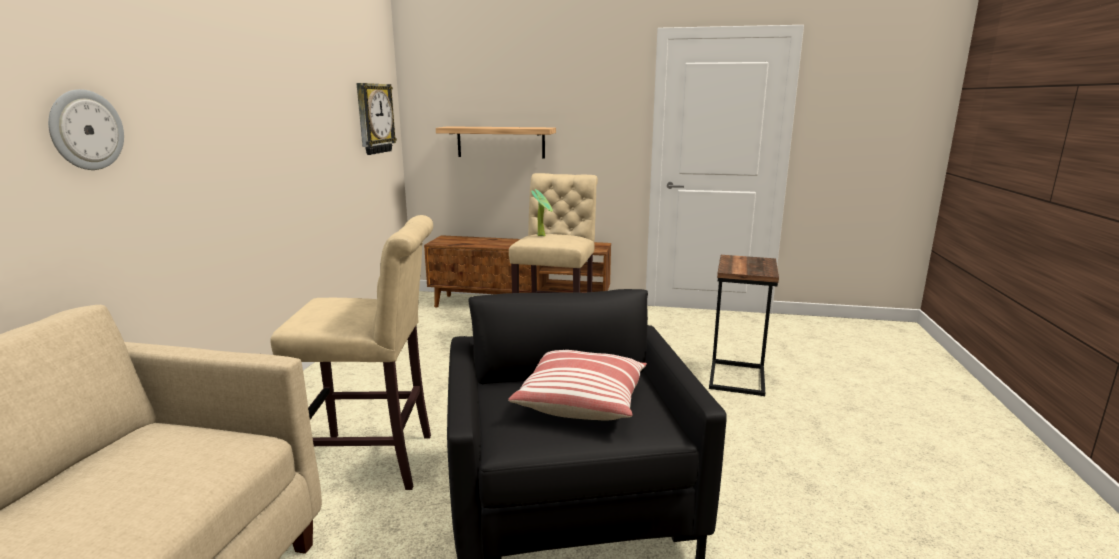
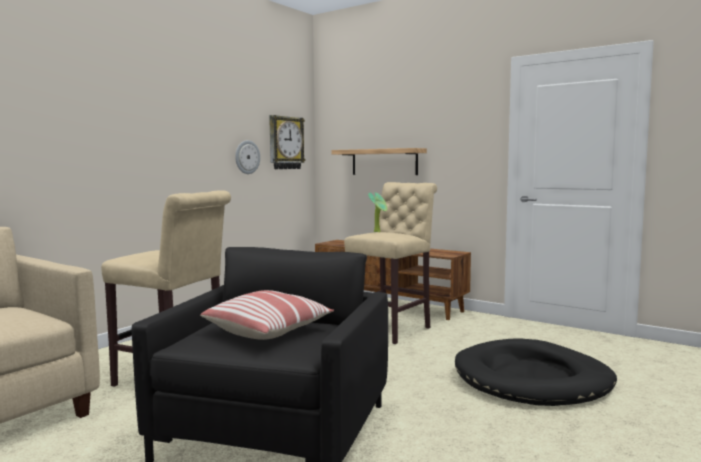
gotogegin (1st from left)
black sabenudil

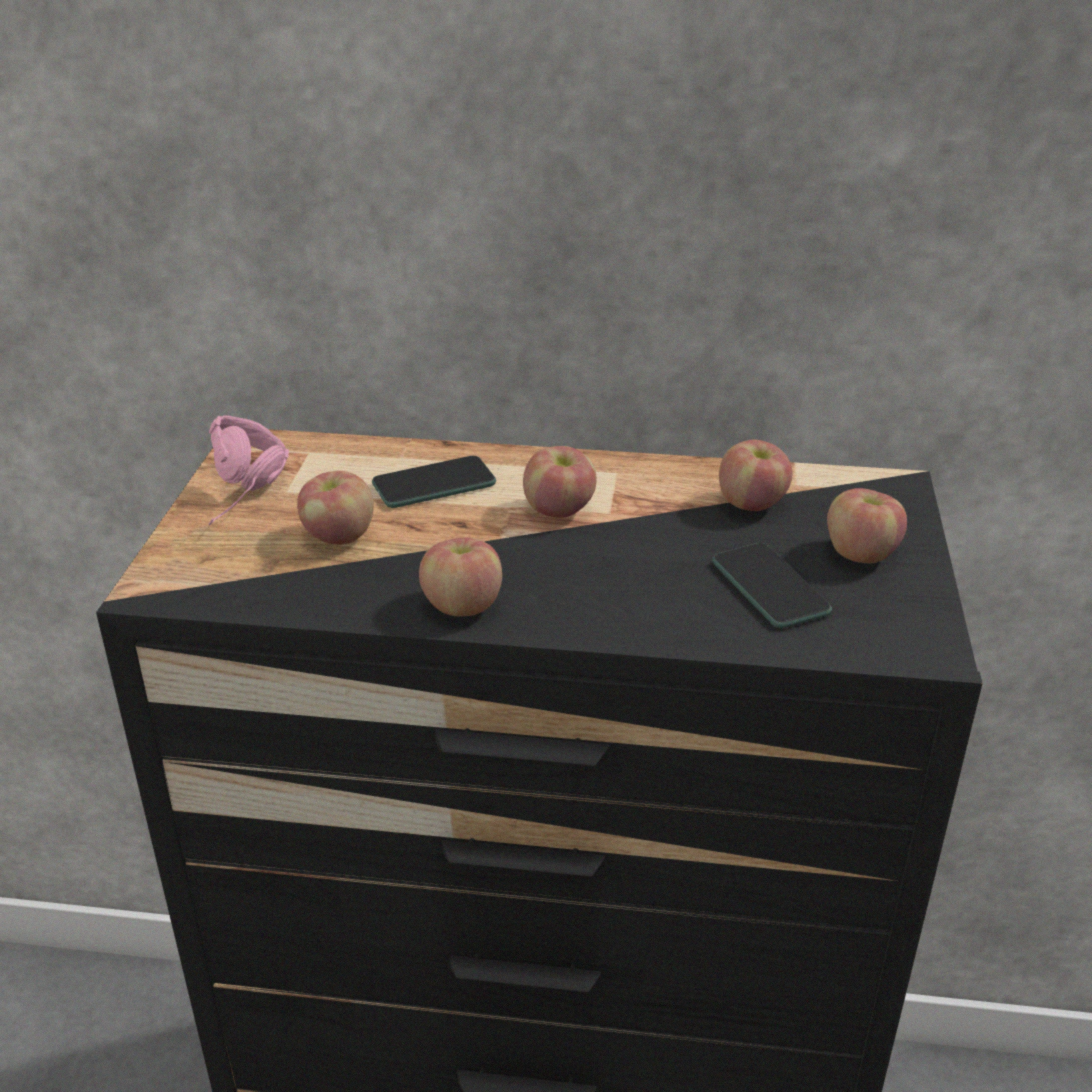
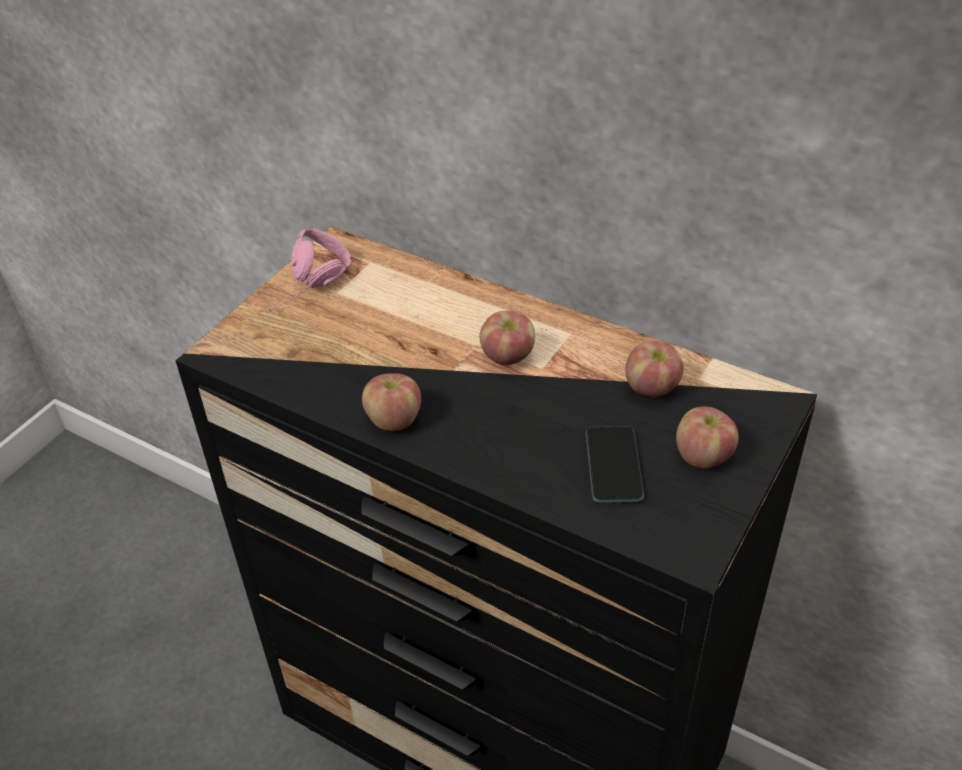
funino (1st from left in the first image)
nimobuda (1st from left in the first image)

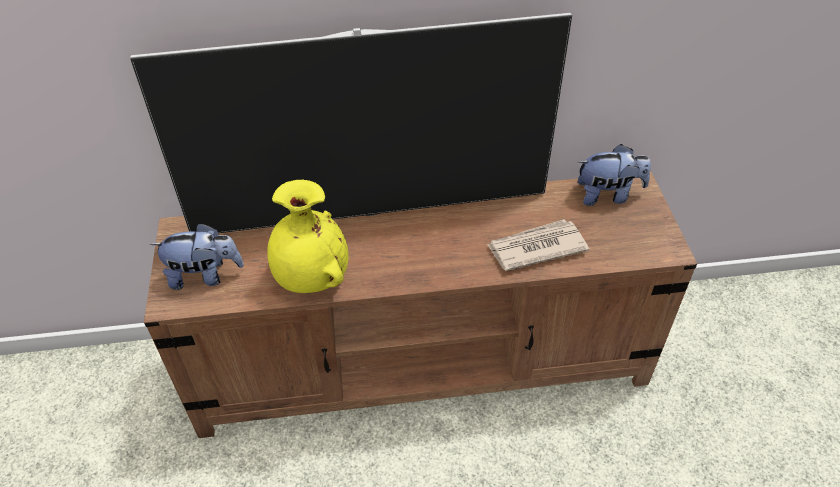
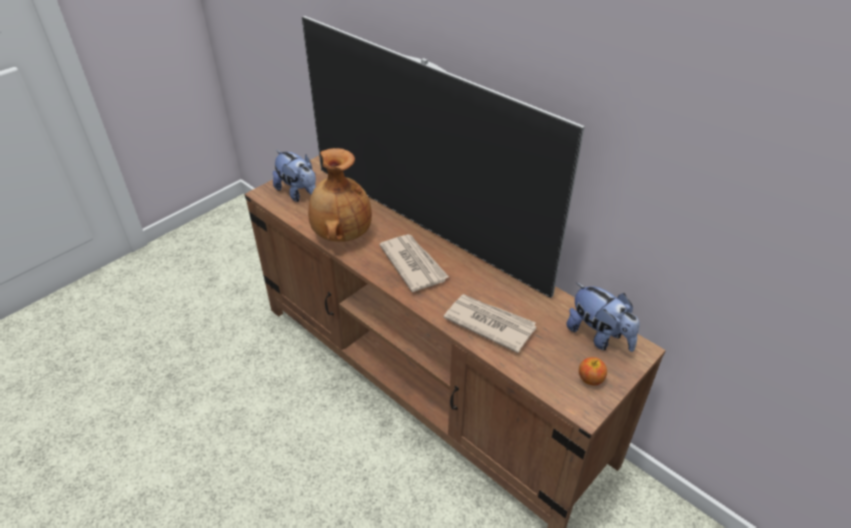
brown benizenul
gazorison (1st from left)
nimobuda

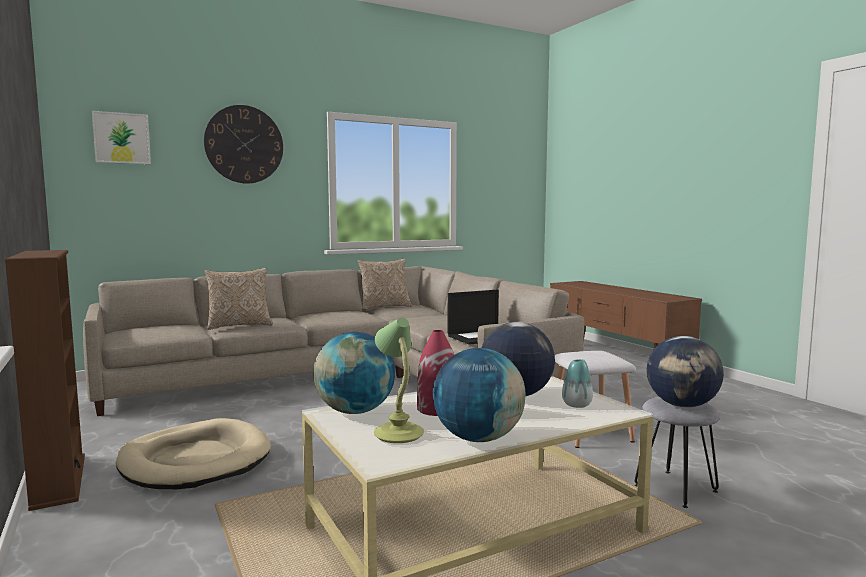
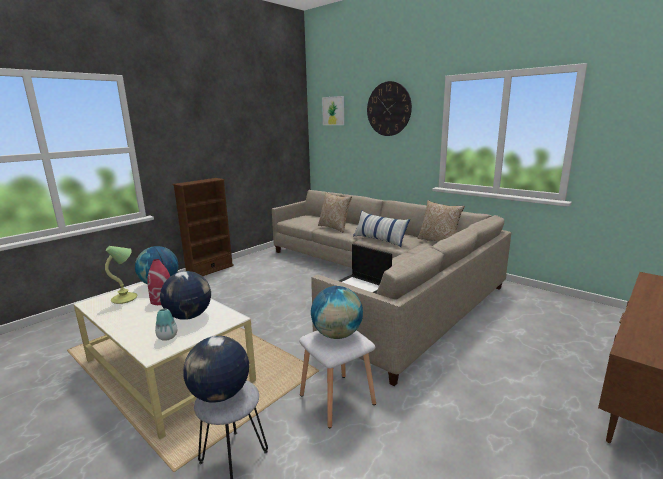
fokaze (4th from left)
beige sabenudil
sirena (2nd from left)

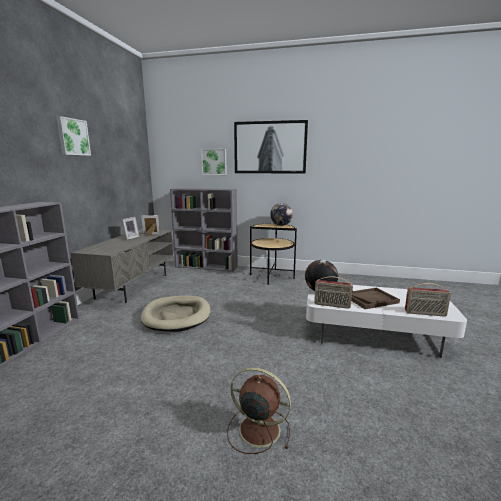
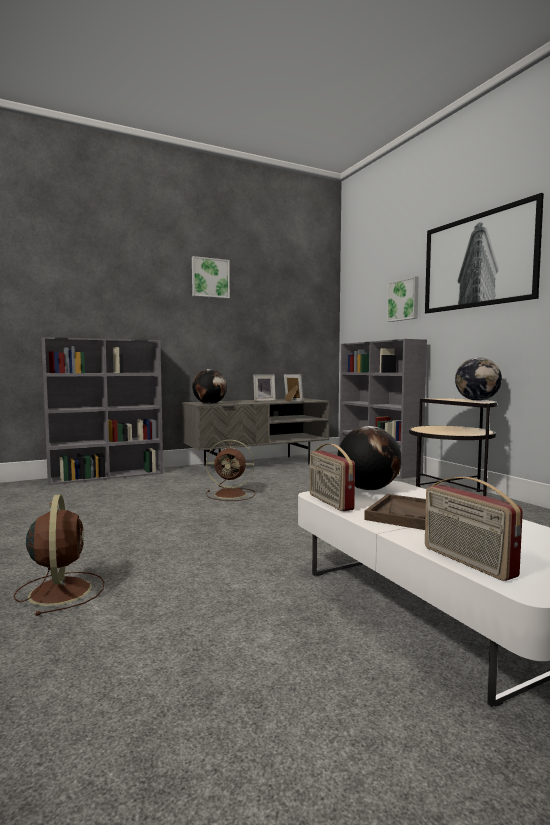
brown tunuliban (2nd from left)
fokaze (1st from left)

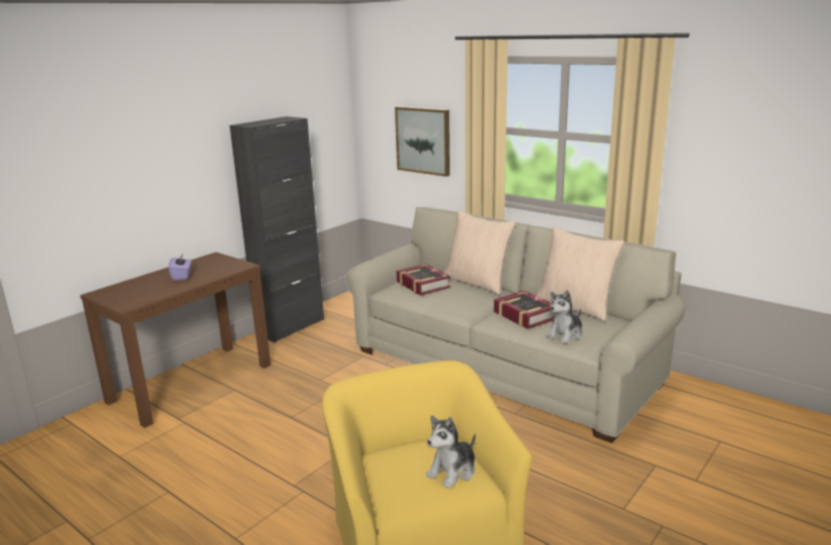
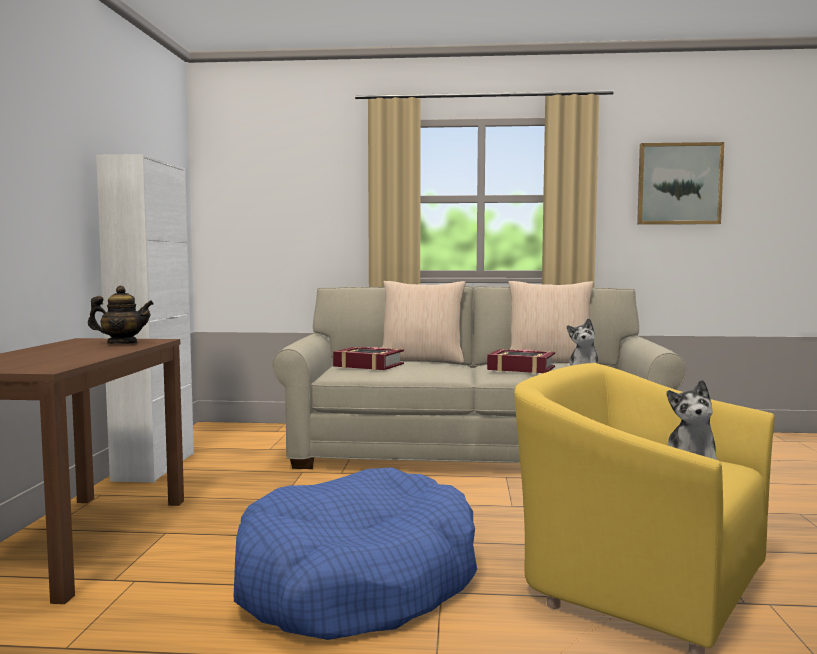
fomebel
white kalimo
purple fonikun
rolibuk
blue sabenudil

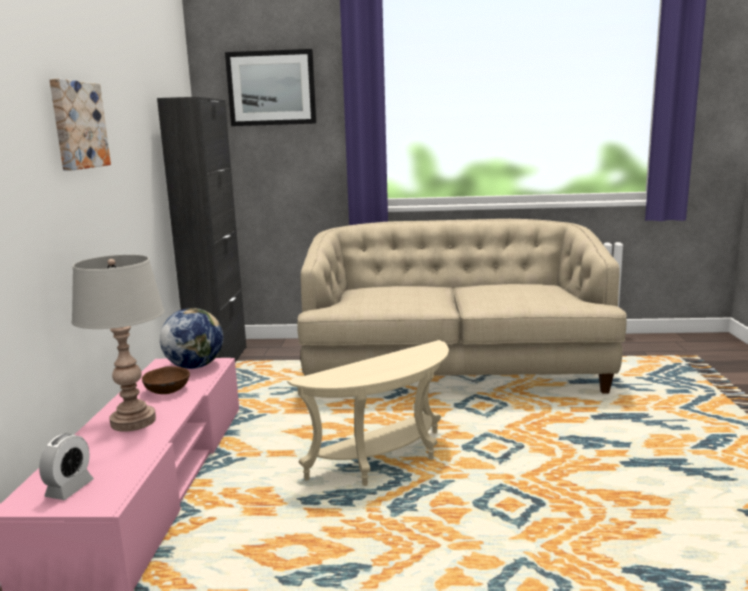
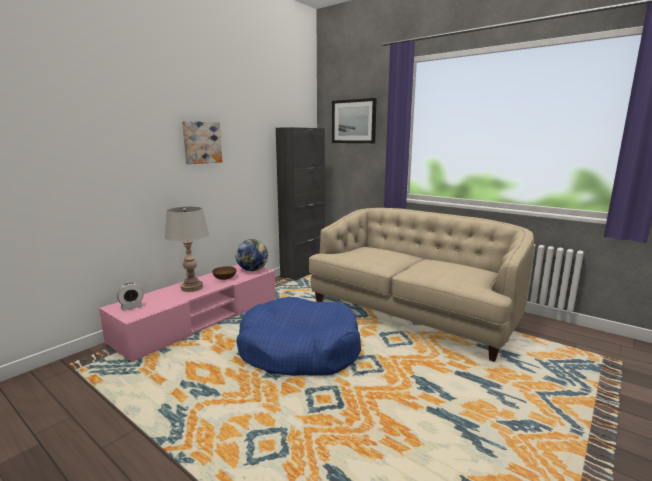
blue sabenudil

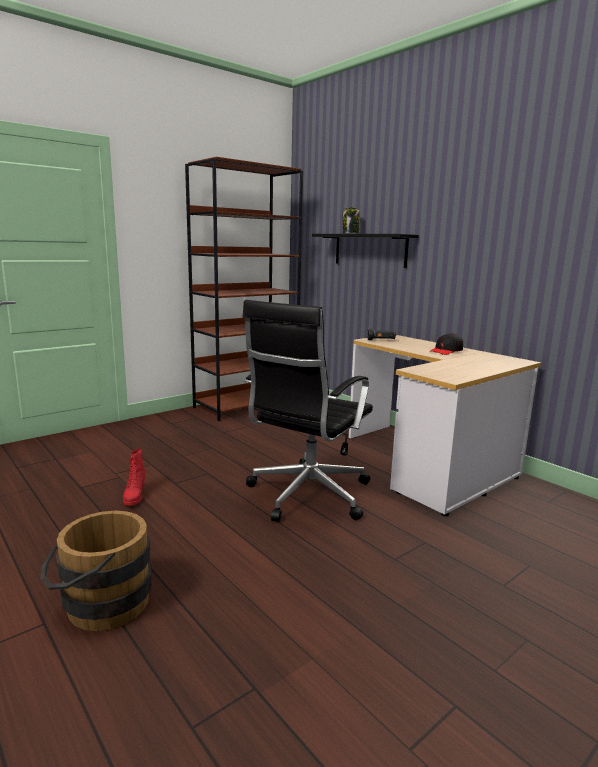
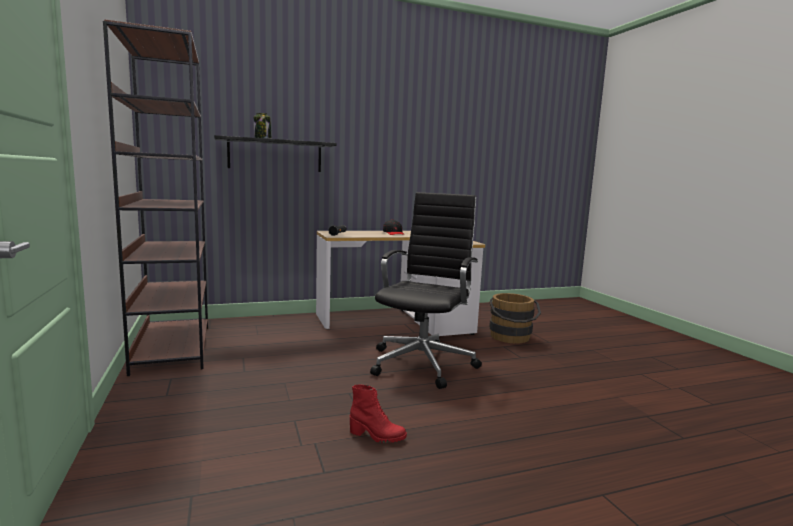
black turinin
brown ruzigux

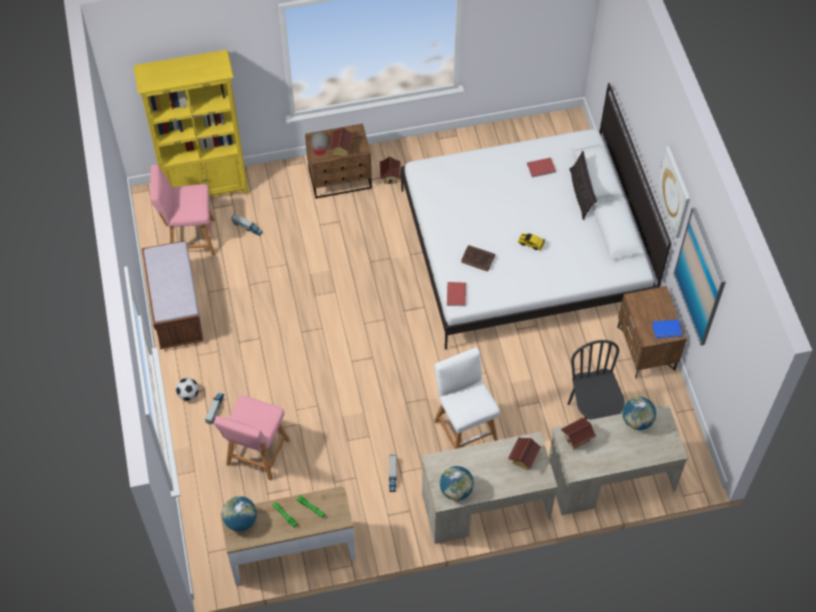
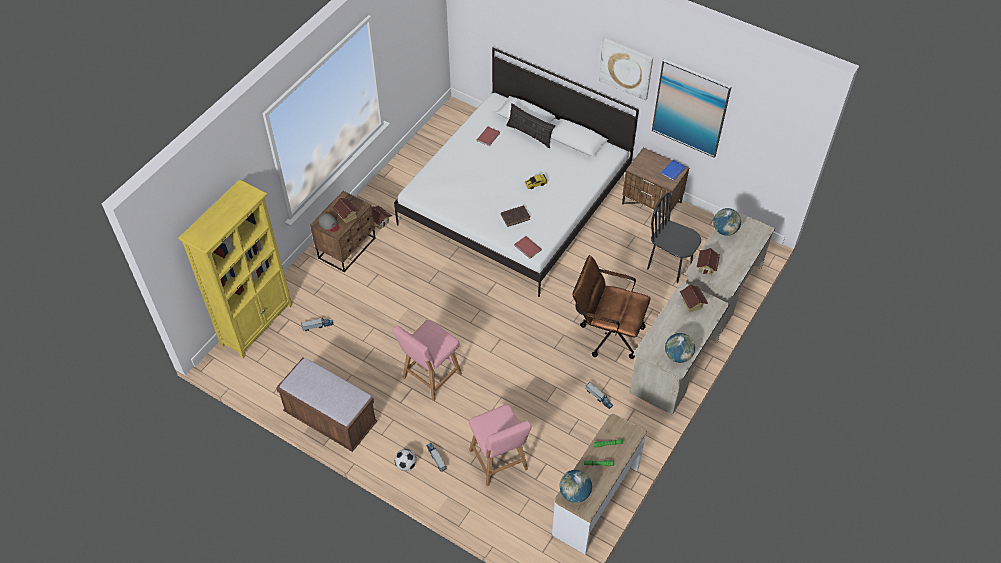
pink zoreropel (1st from left)
brown turinin

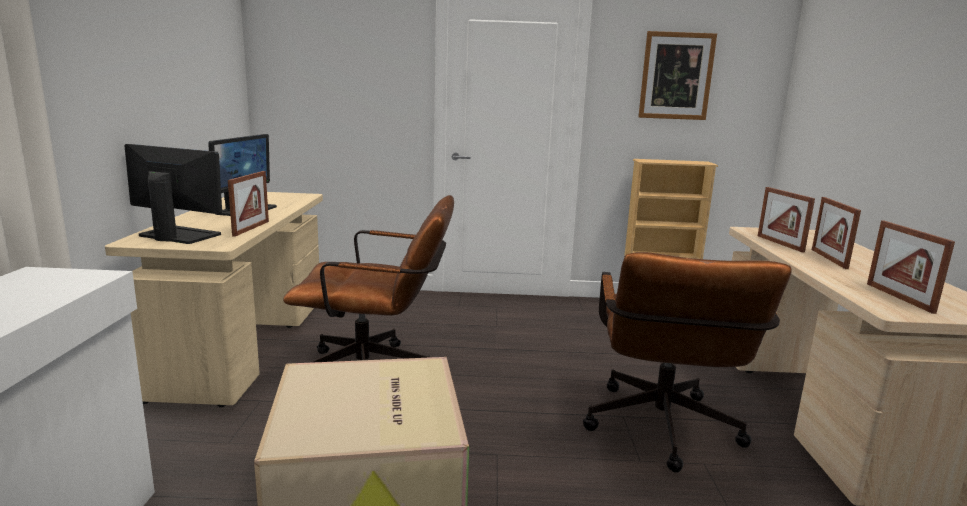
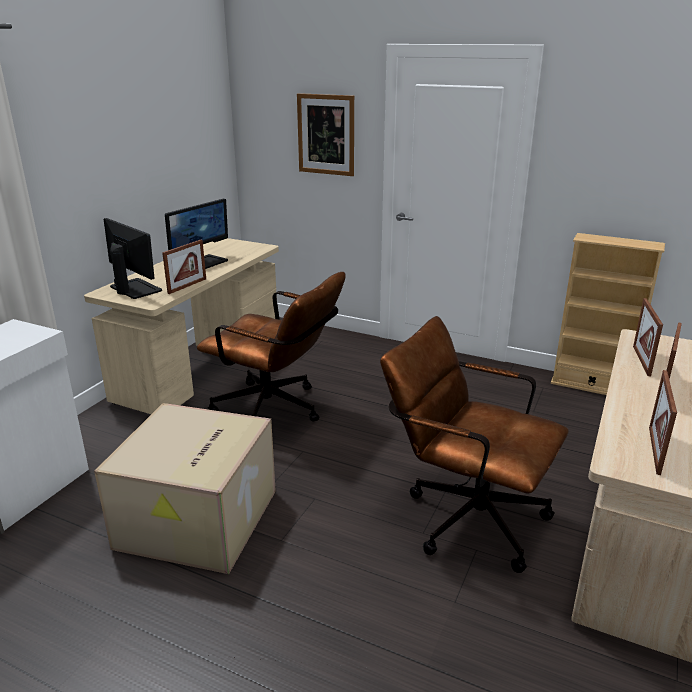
fomebel
brown turinin (2nd from left)

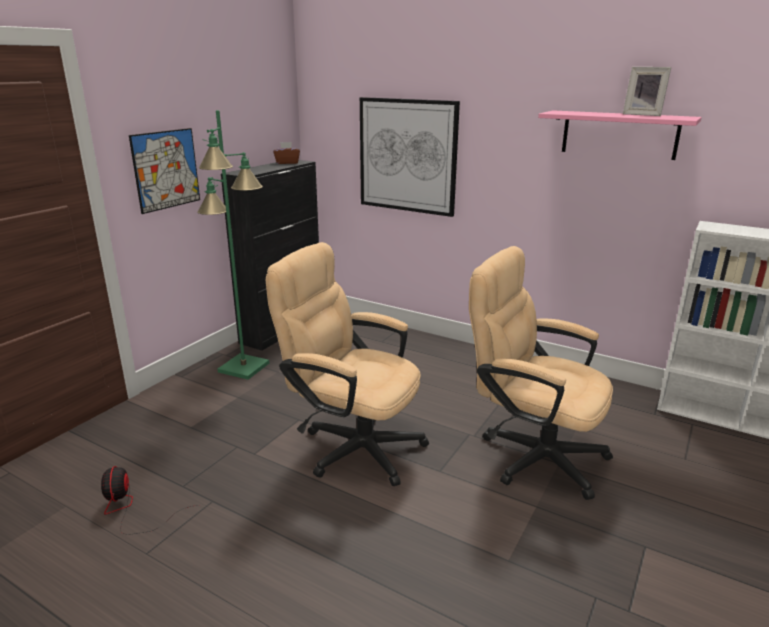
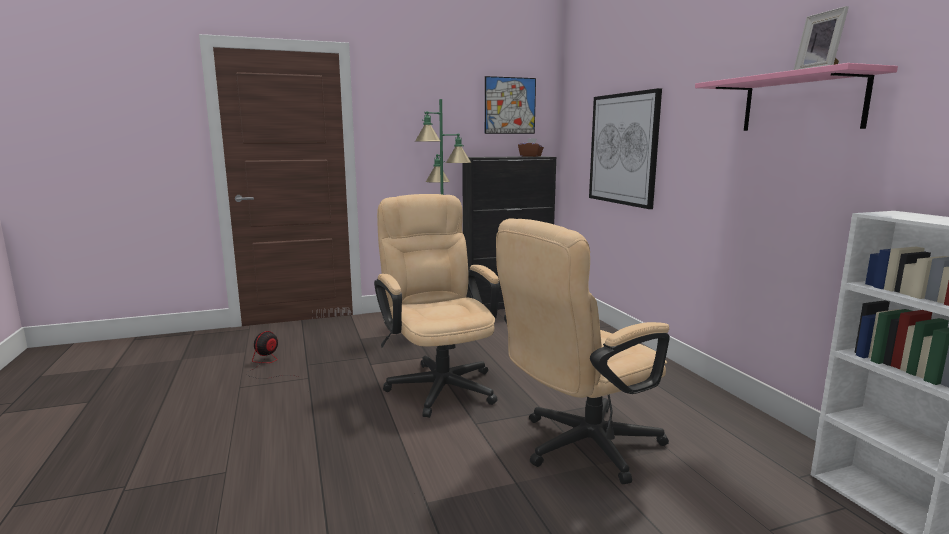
fomebel (1st from left)
beige turinin (2nd from left)

